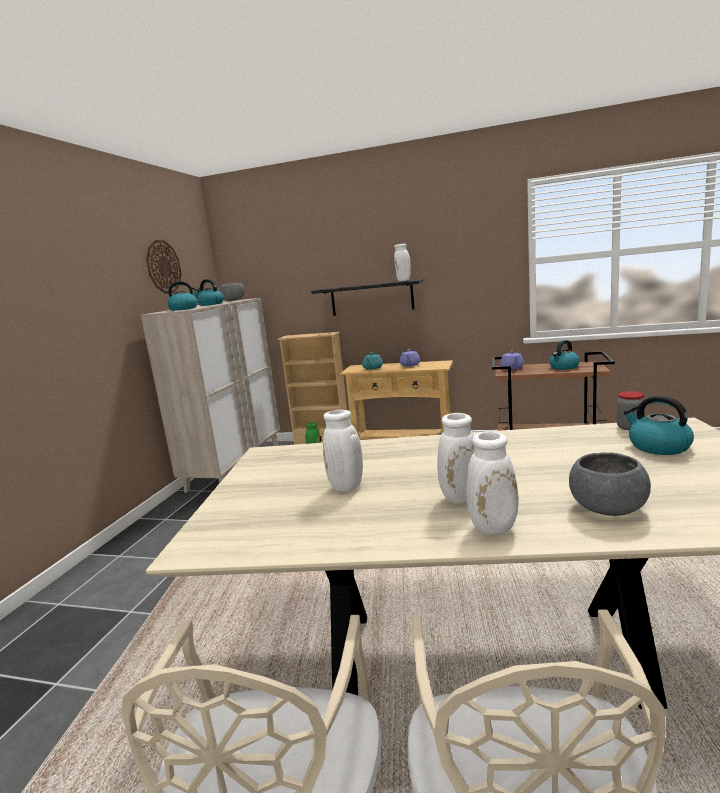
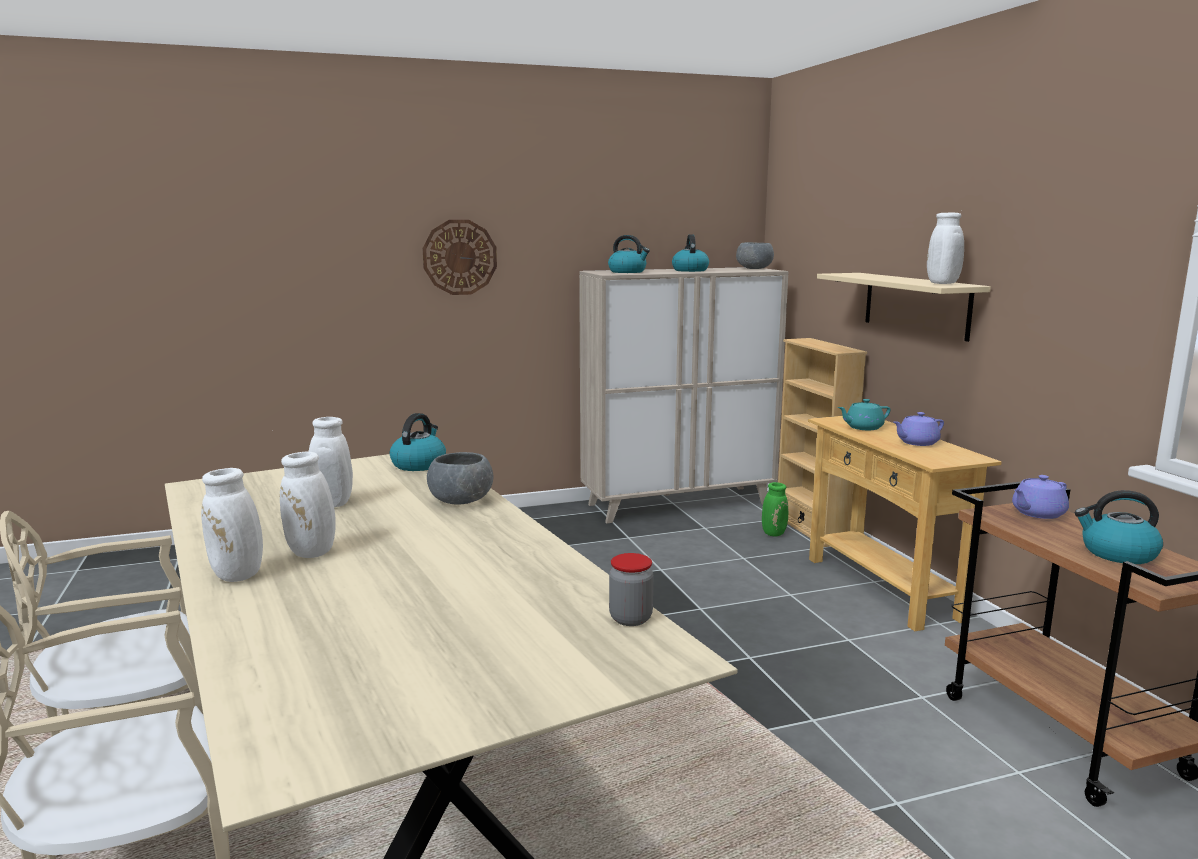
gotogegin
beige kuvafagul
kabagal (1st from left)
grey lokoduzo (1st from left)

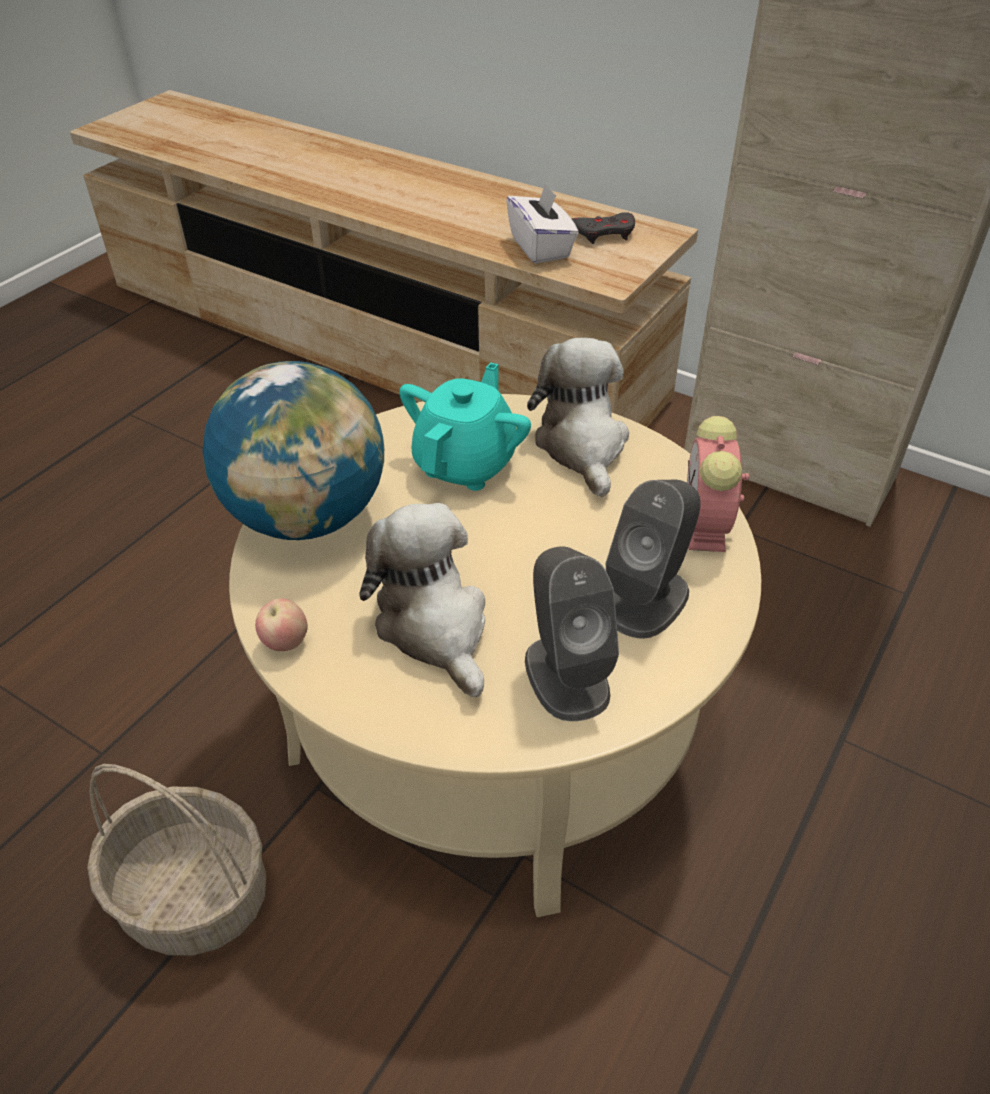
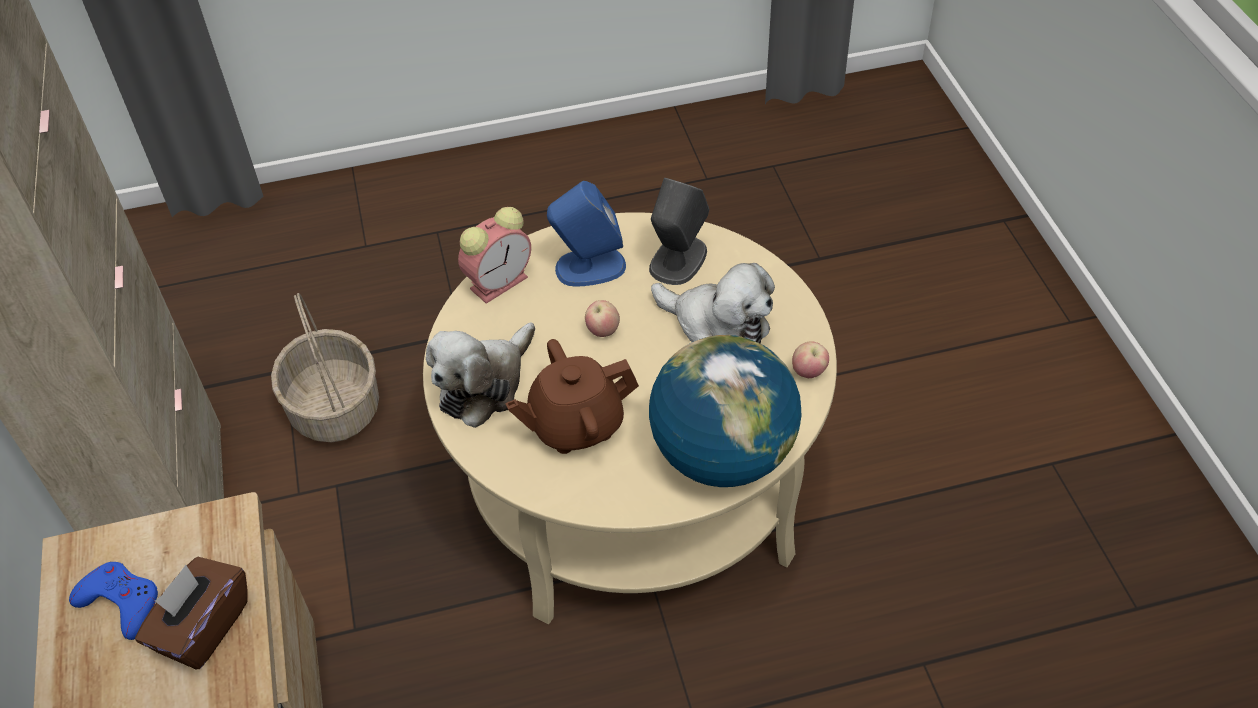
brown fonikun
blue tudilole
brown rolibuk
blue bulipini
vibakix (2nd from left)
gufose
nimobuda (1st from left)

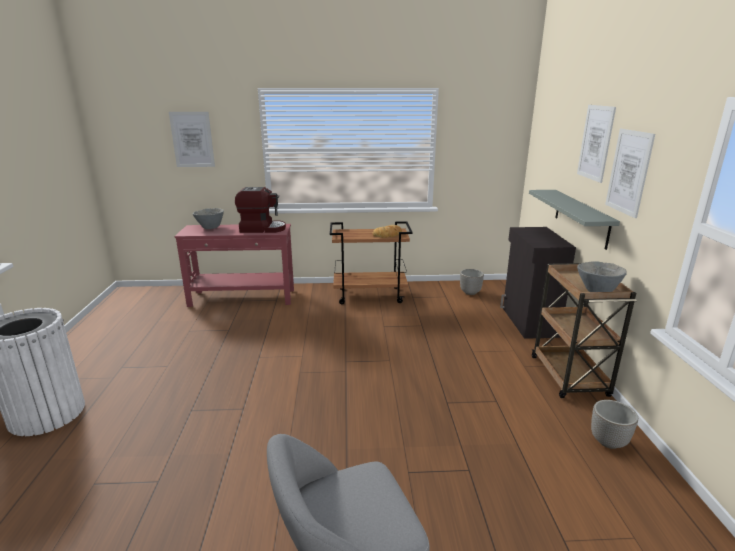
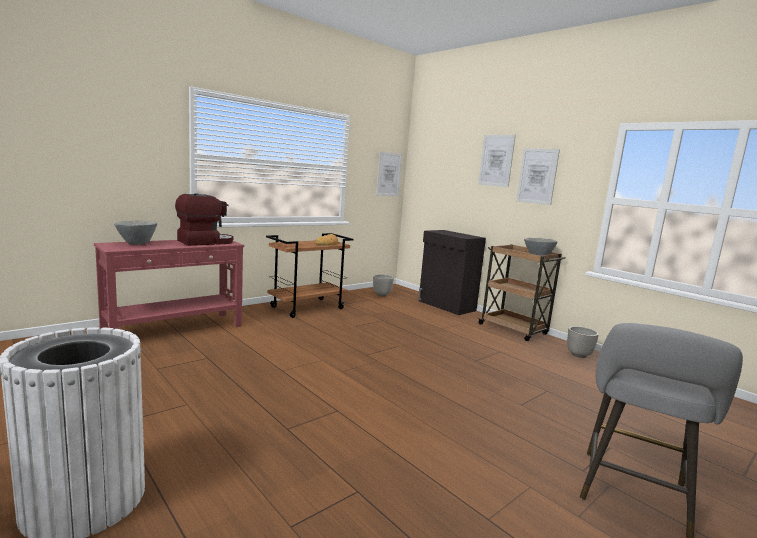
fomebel (1st from left)
grey kuvafagul

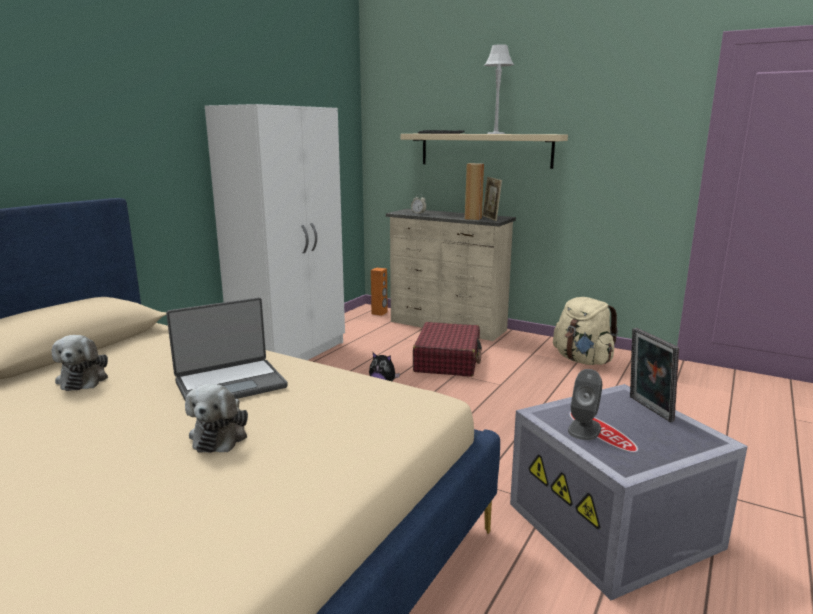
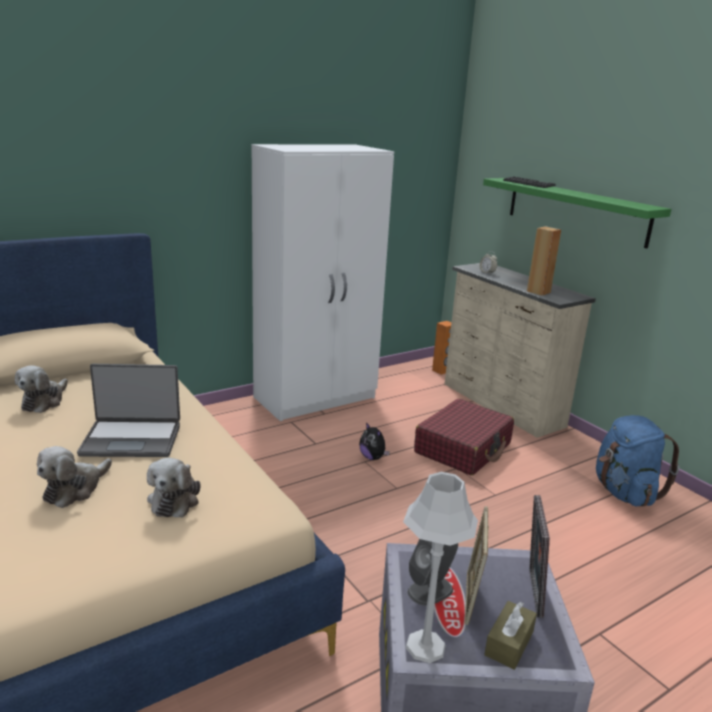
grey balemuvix
green kuvafagul
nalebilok (1st from left)
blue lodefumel
vibakix (3rd from left)
brown fonikun

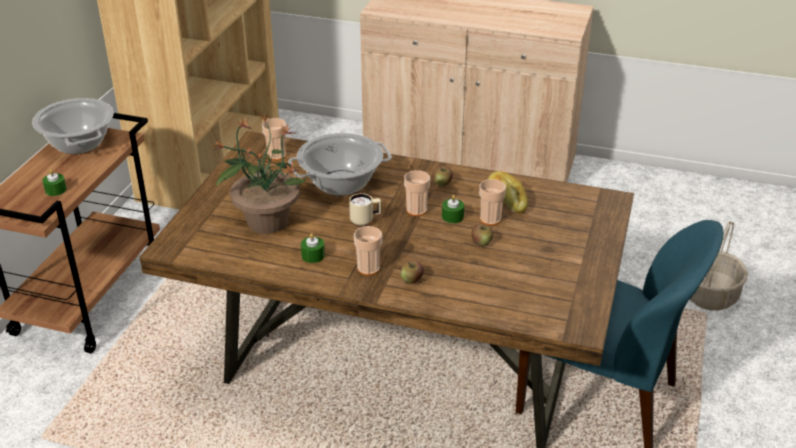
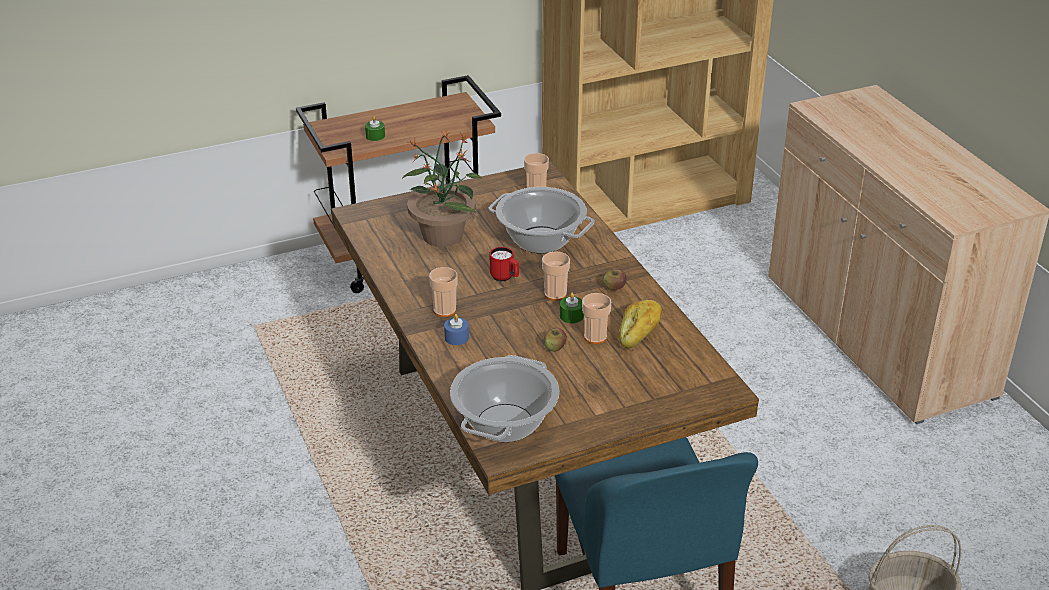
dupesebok (1st from left)
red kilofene
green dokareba (2nd from left in the first image)
blue dokareba

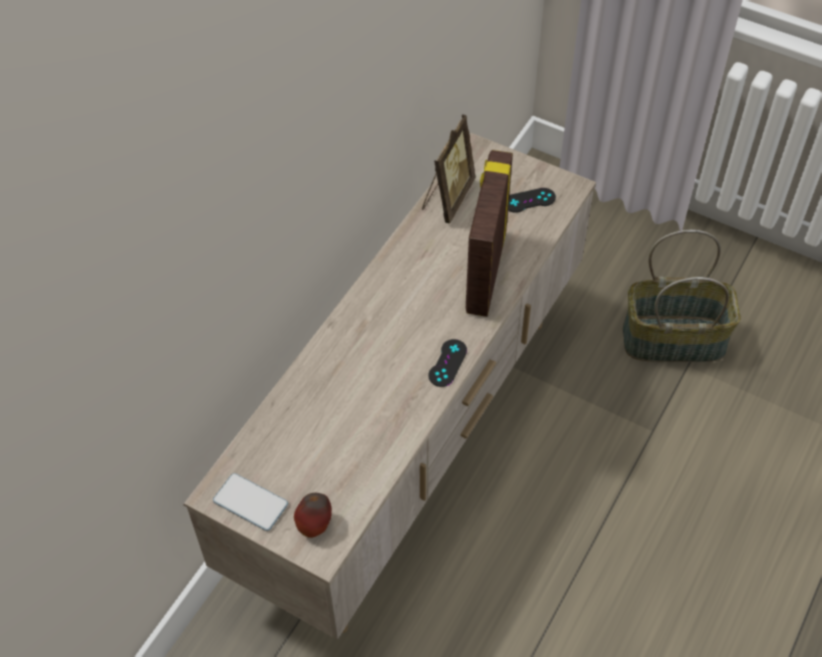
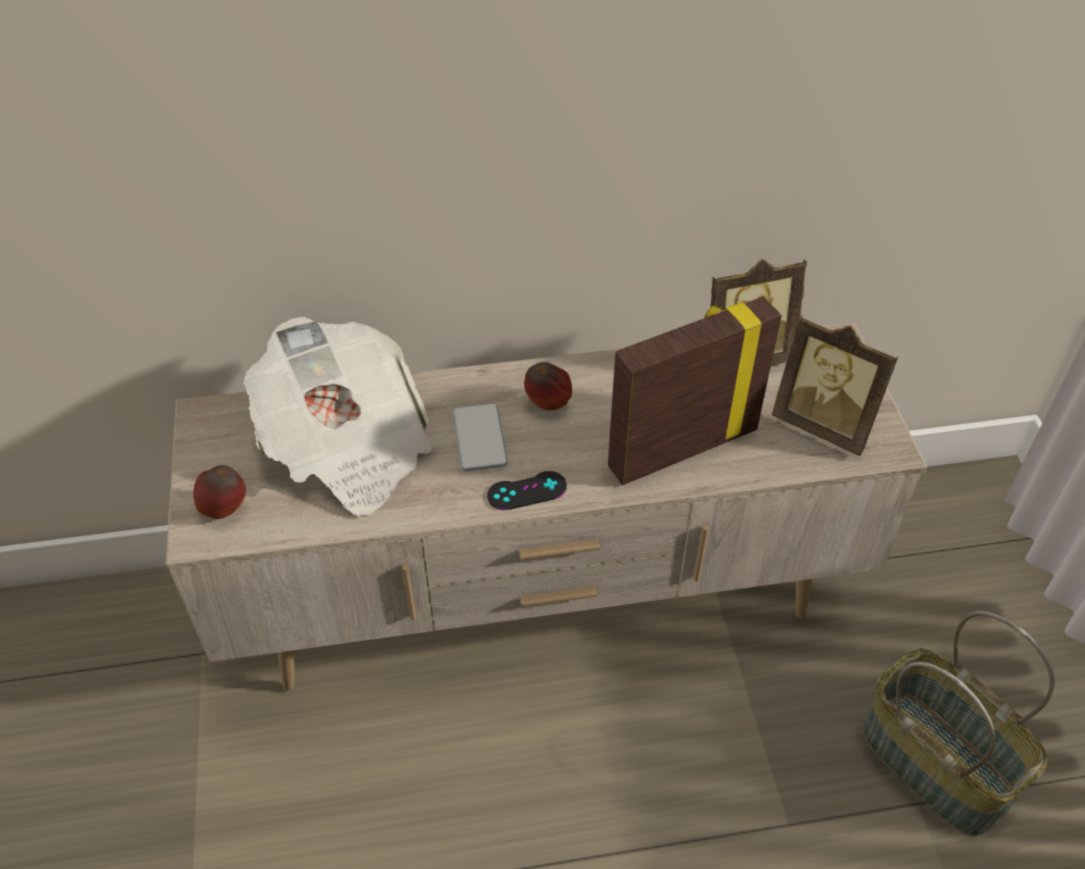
nalebilok (3rd from left)
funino
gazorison
nimobuda (2nd from left)

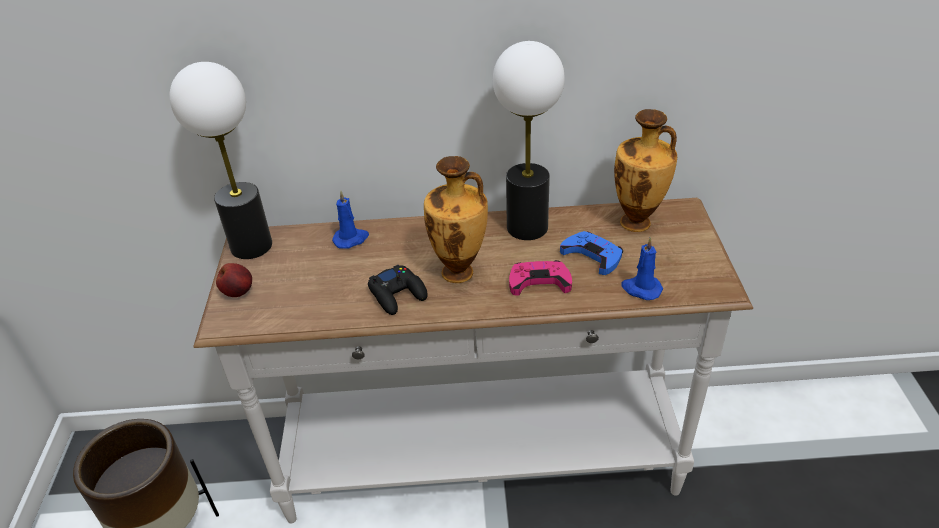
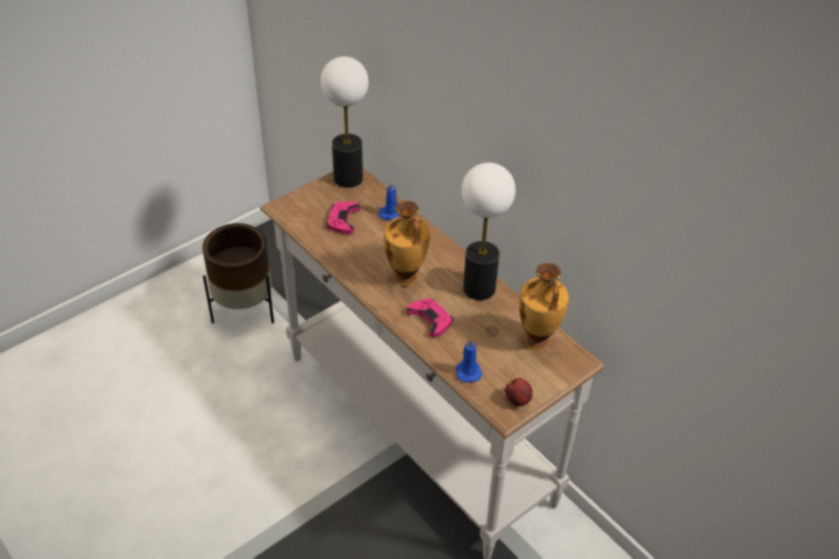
blue tudilole
nimobuda
black tudilole
pink tudilole (1st from left)

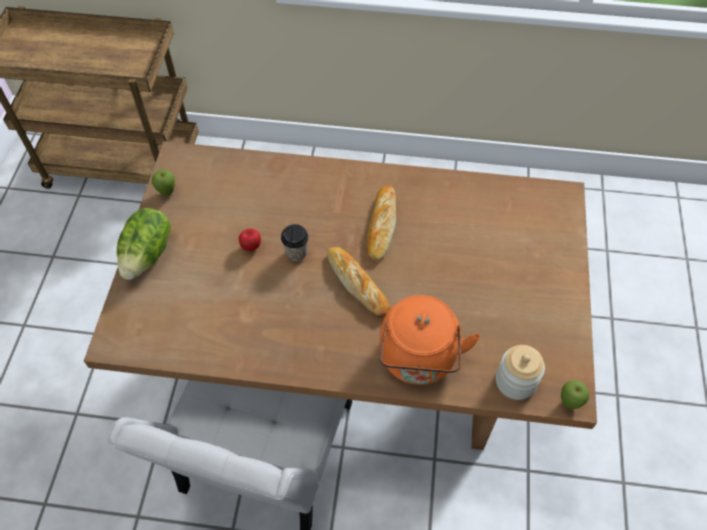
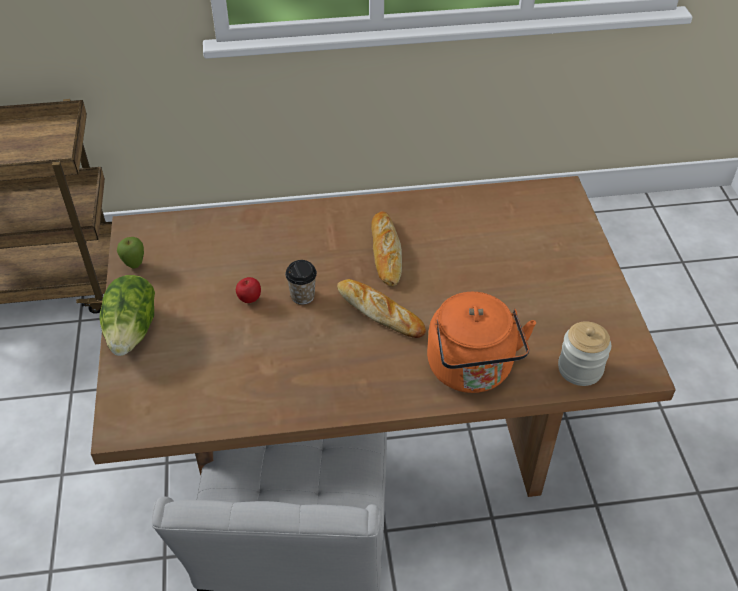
nimobuda (3rd from left in the first image)

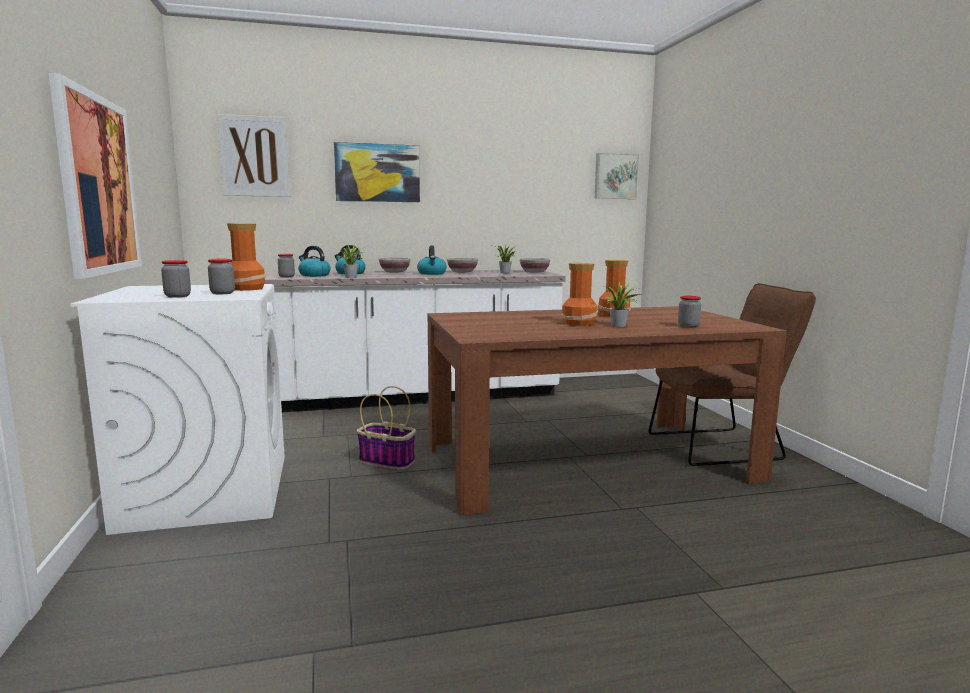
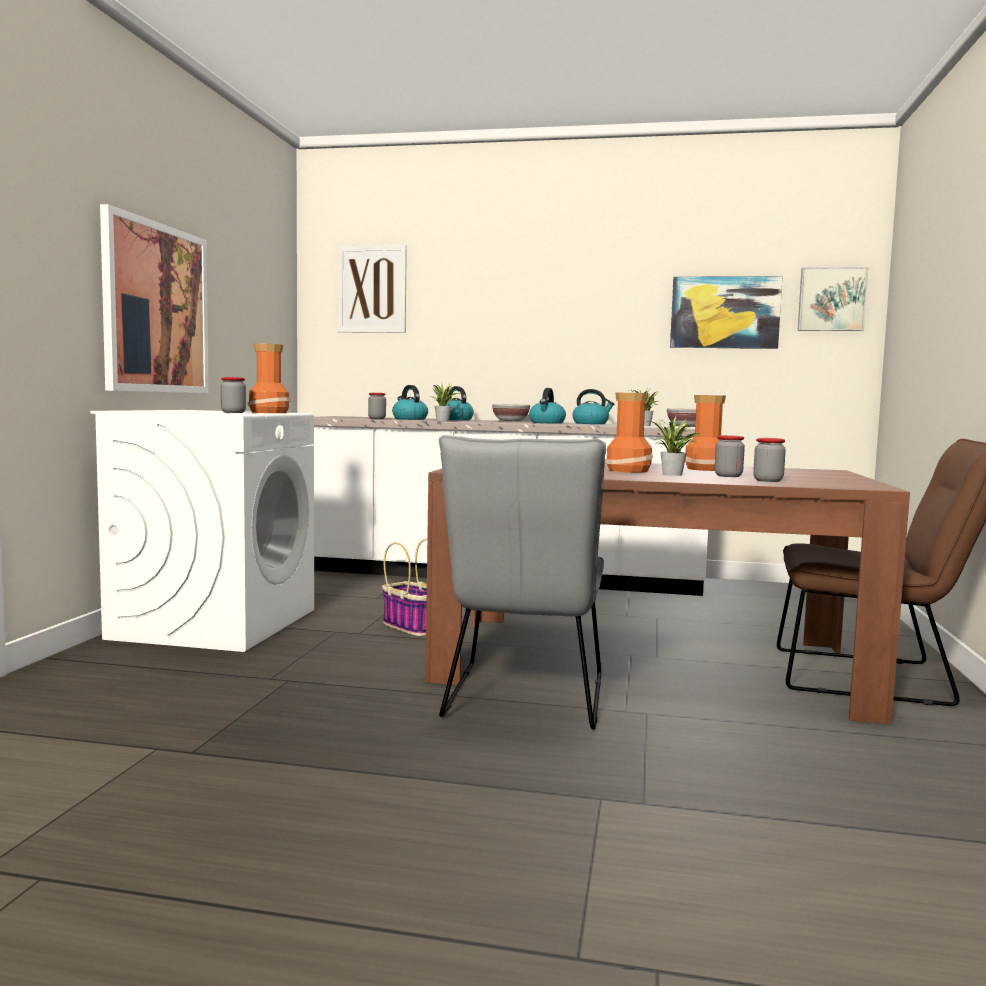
fomebel (3rd from left)
kabagal (4th from left)
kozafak (3rd from left)
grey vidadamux

